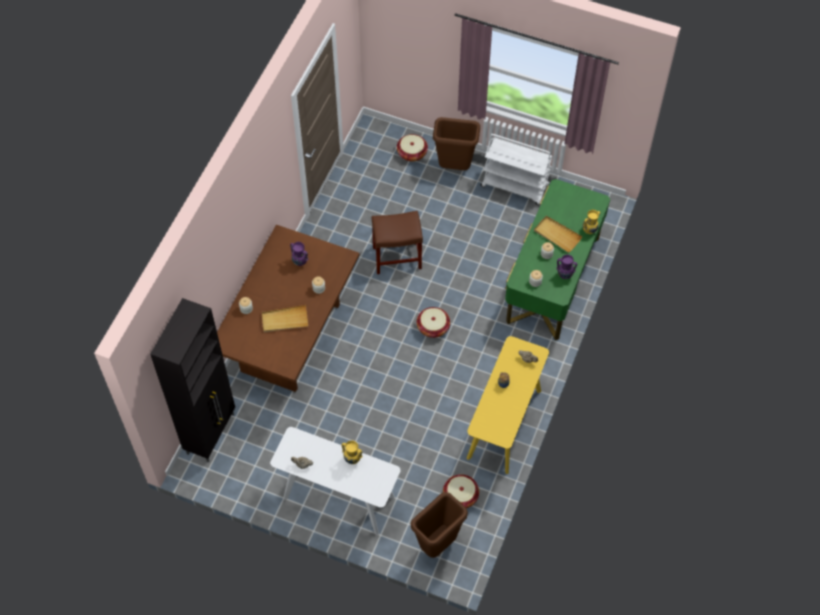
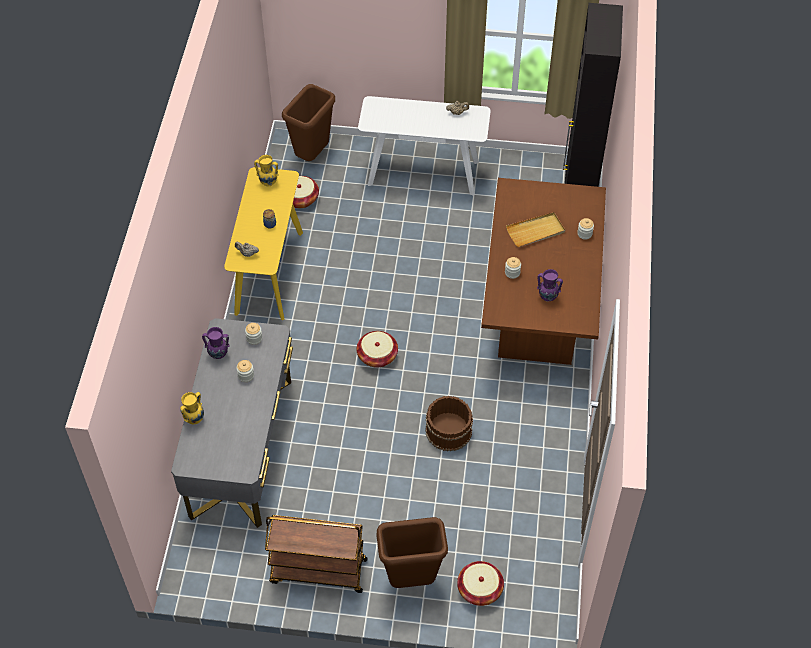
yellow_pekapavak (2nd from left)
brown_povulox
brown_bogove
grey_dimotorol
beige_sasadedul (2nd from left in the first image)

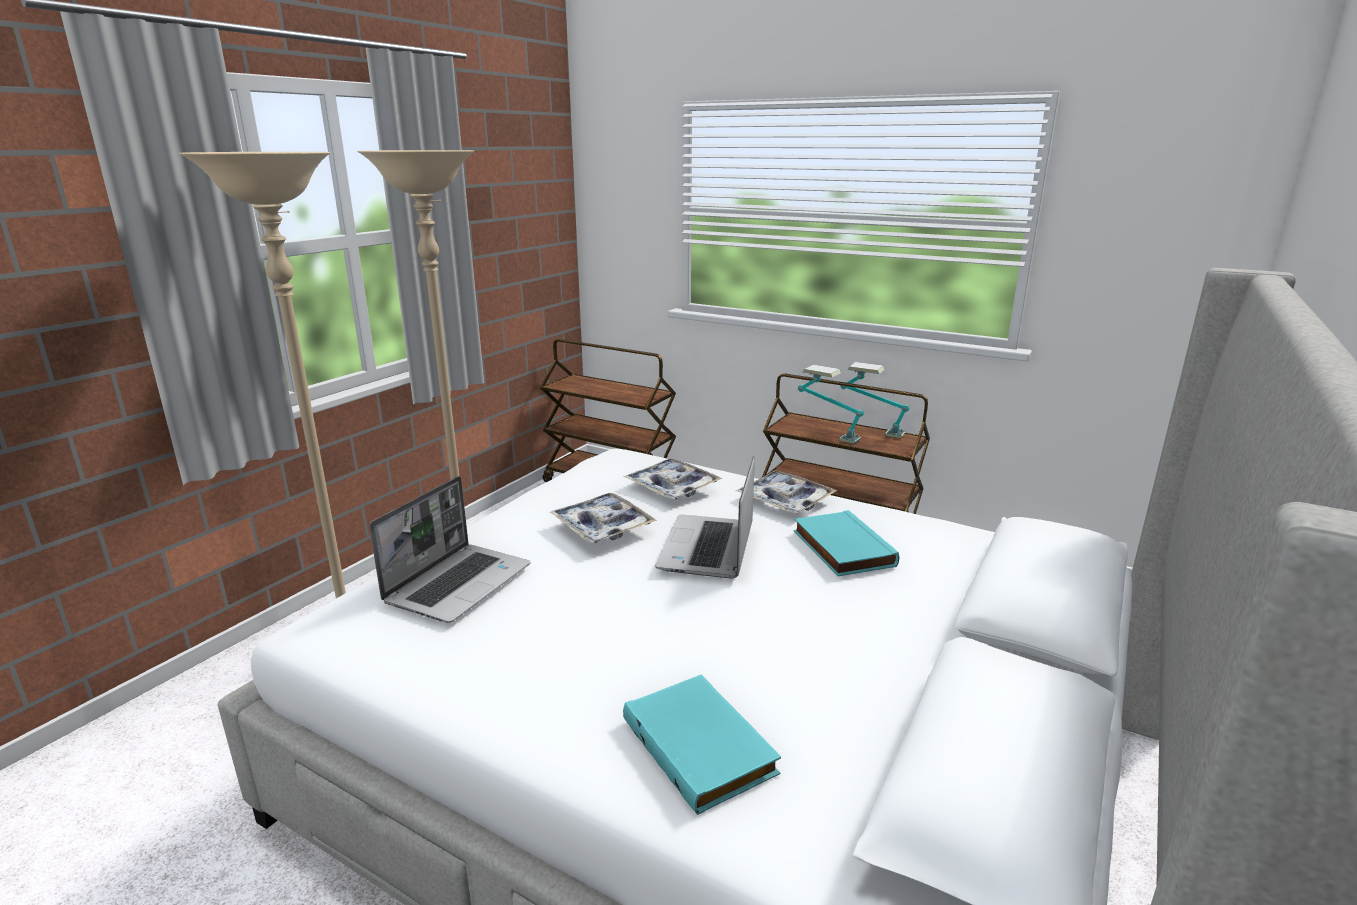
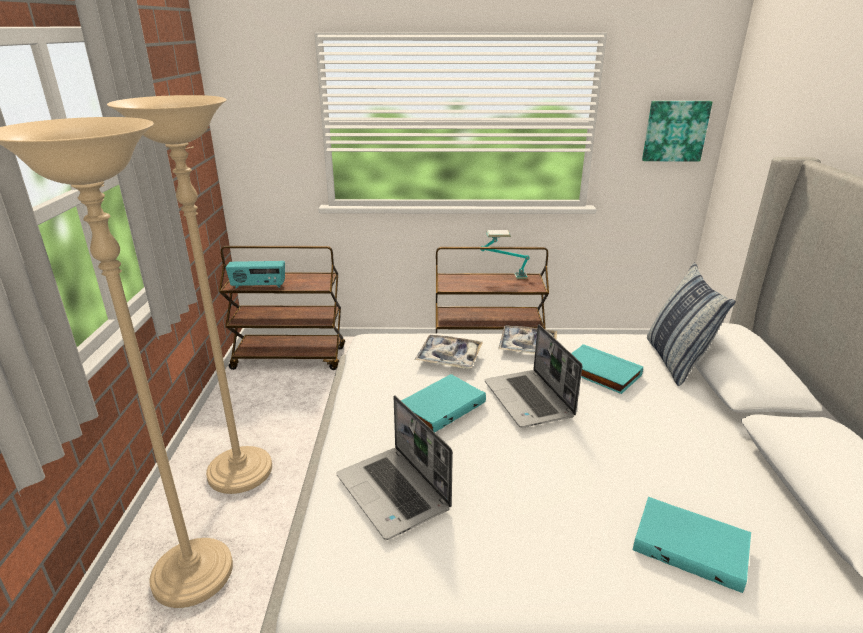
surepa (1st from left)
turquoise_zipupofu (1st from left)
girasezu (1st from left in the first image)
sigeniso
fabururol
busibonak

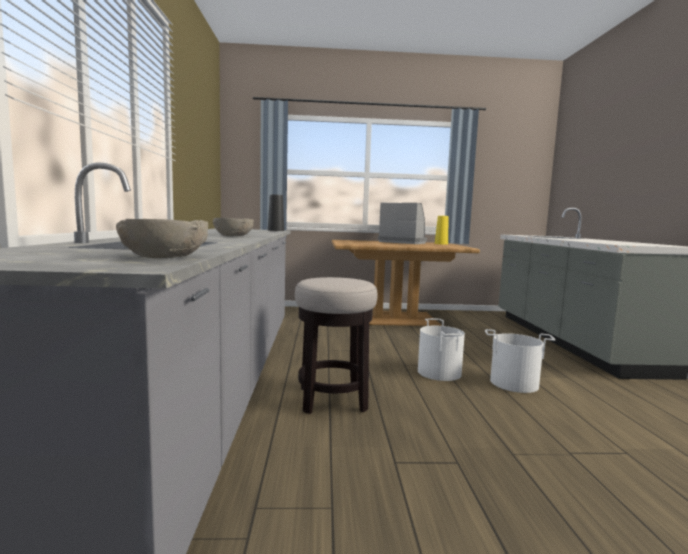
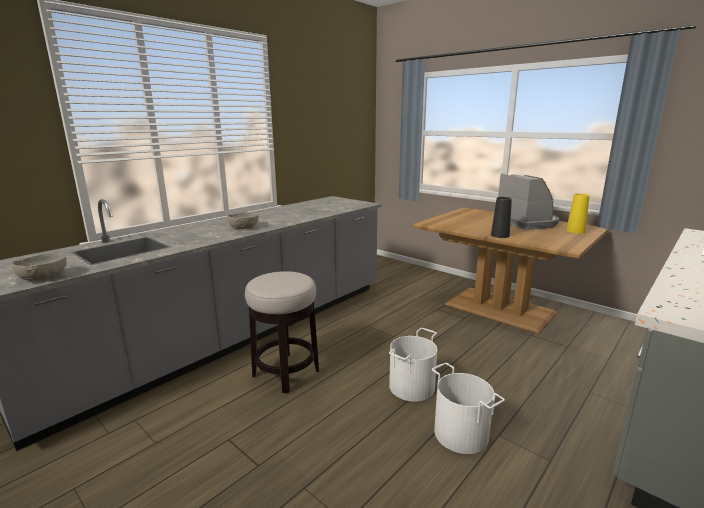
black_pekapavak

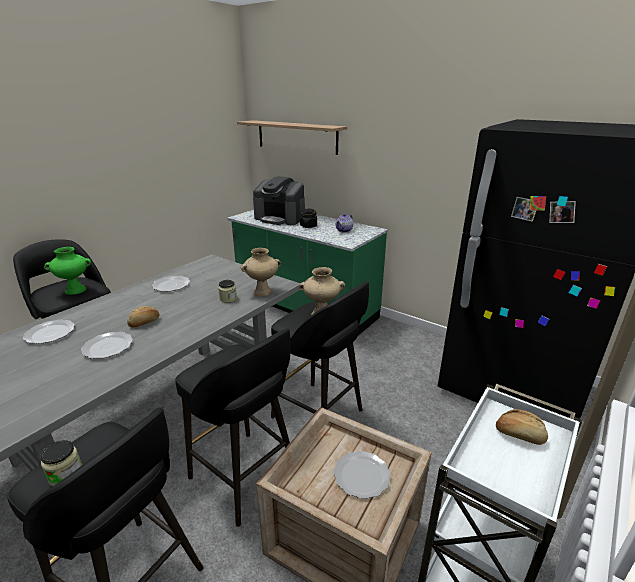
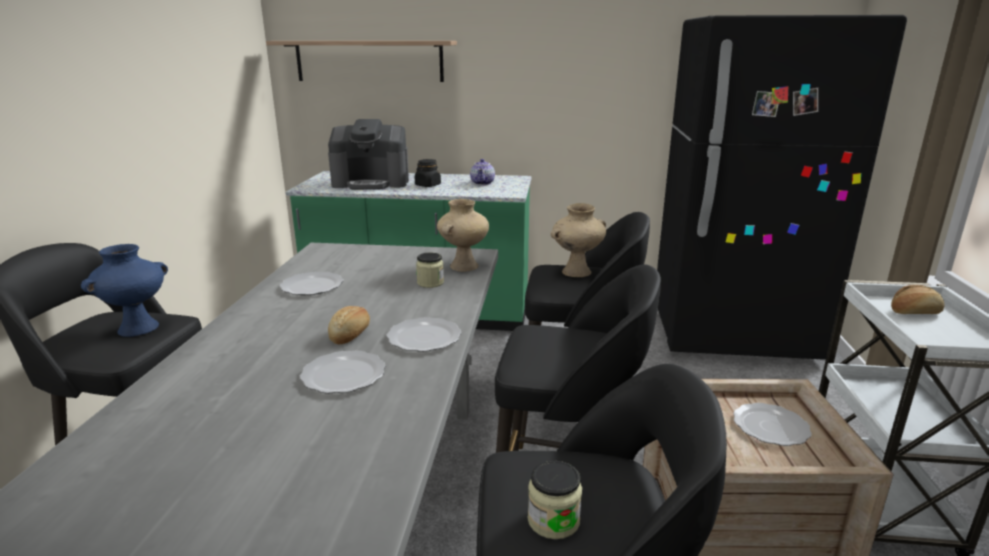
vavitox (3rd from left)
blue_pekapavak

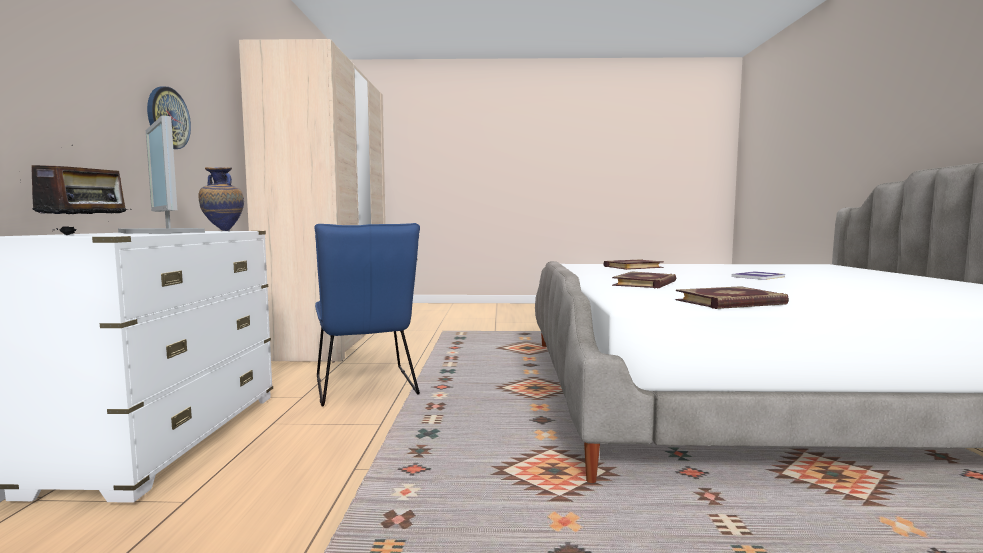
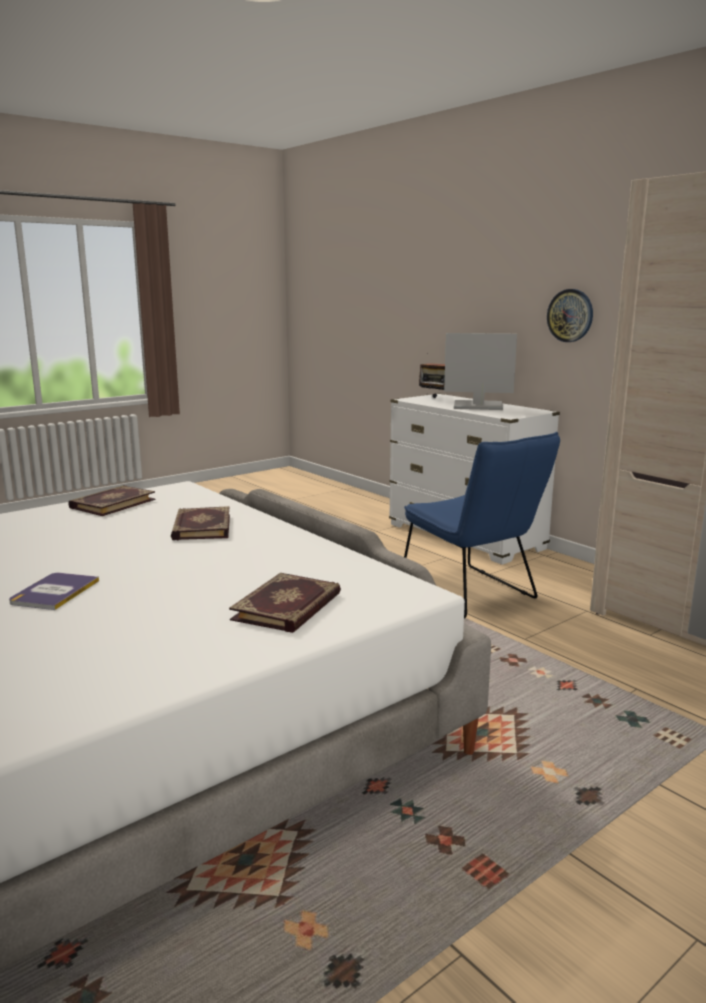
pekapavak
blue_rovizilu

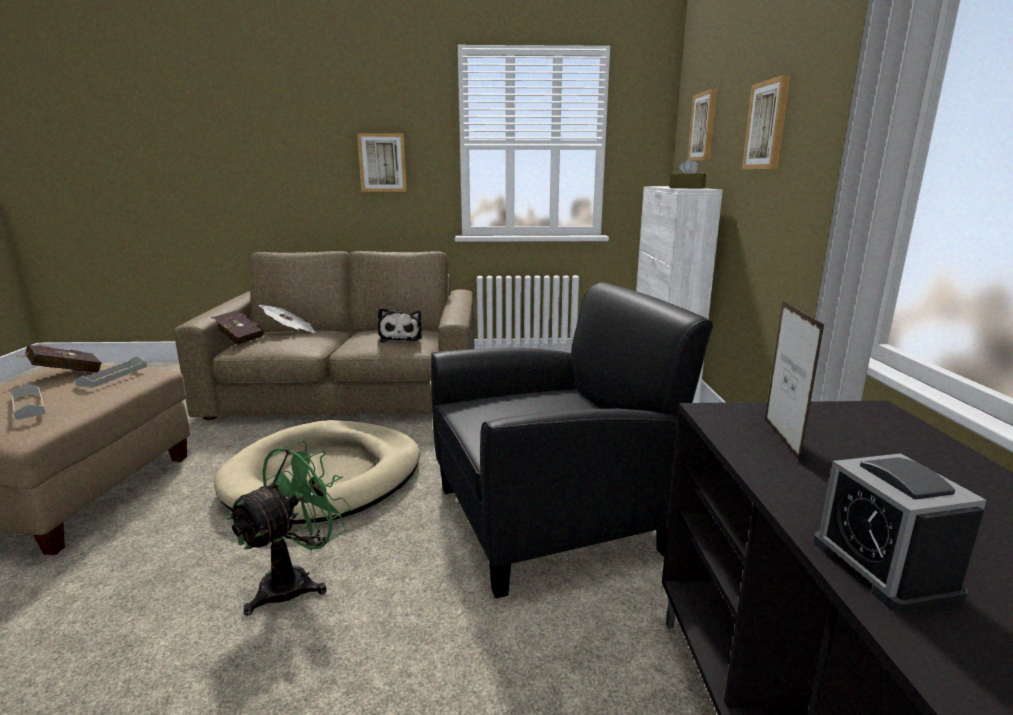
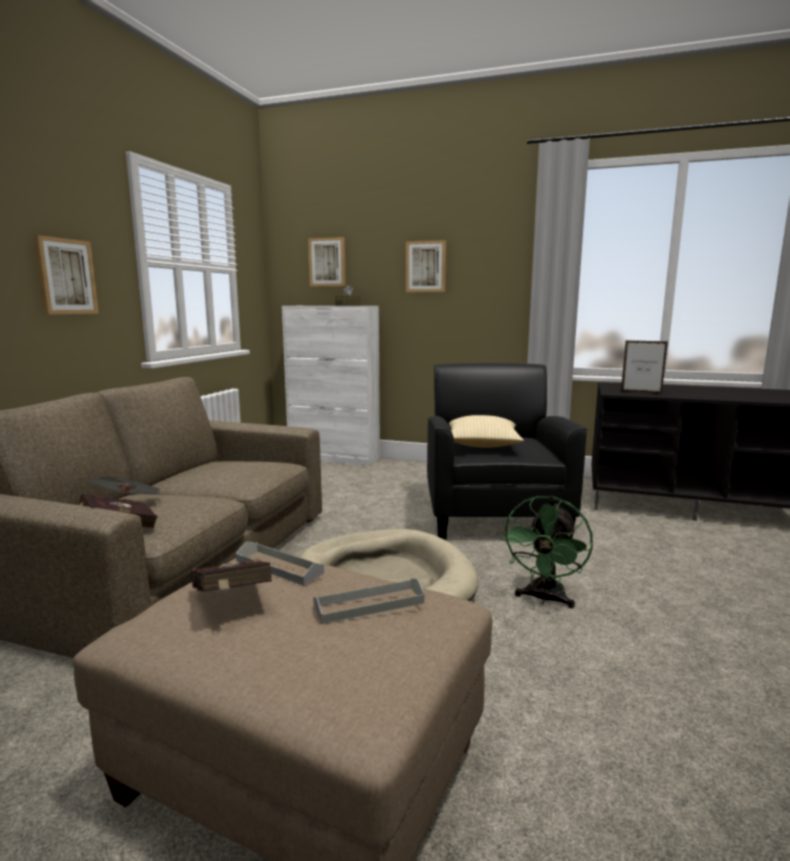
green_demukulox
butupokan
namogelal
busibonak

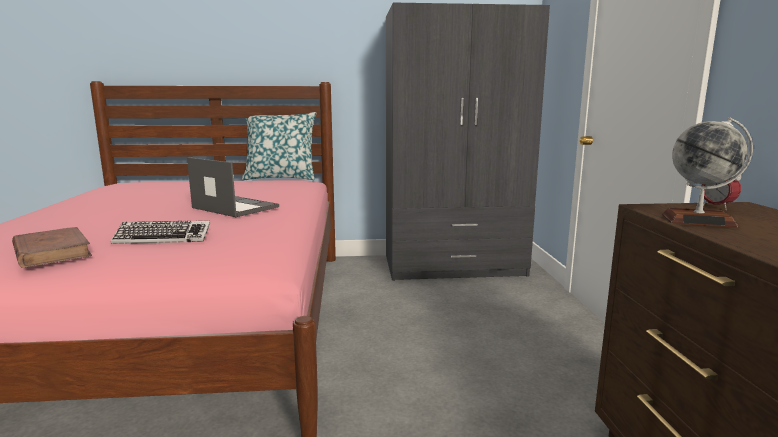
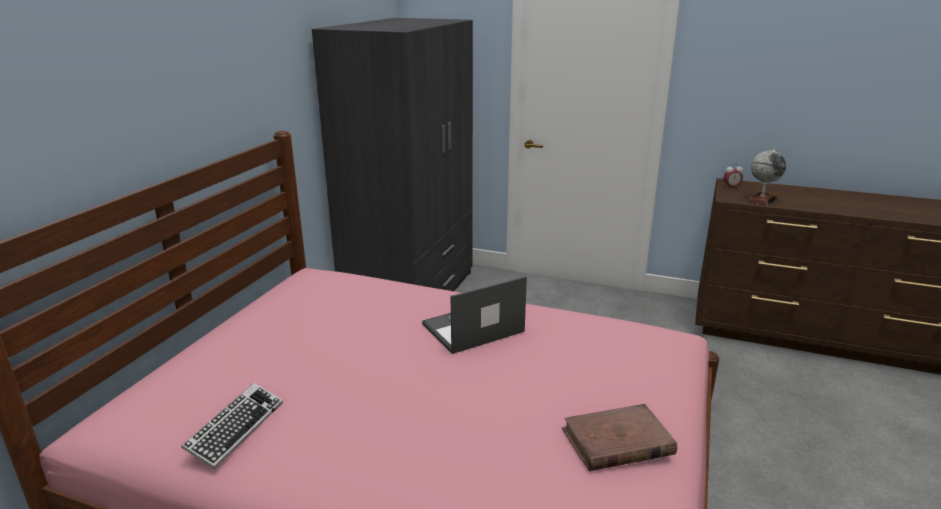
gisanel
busibonak

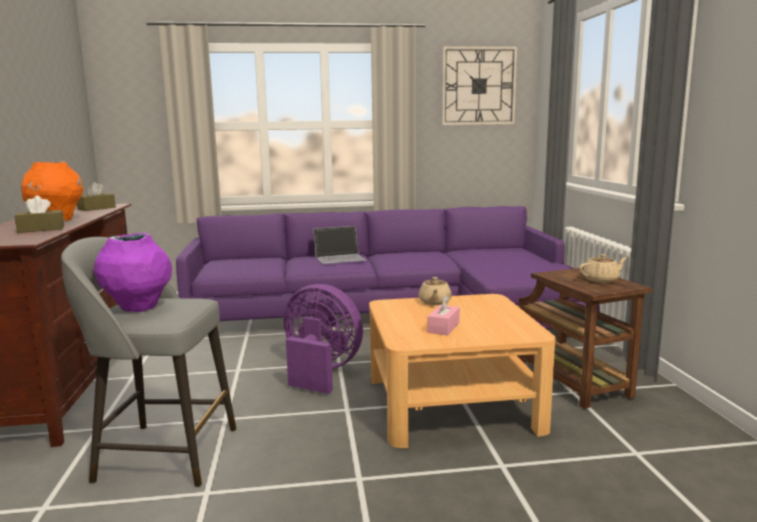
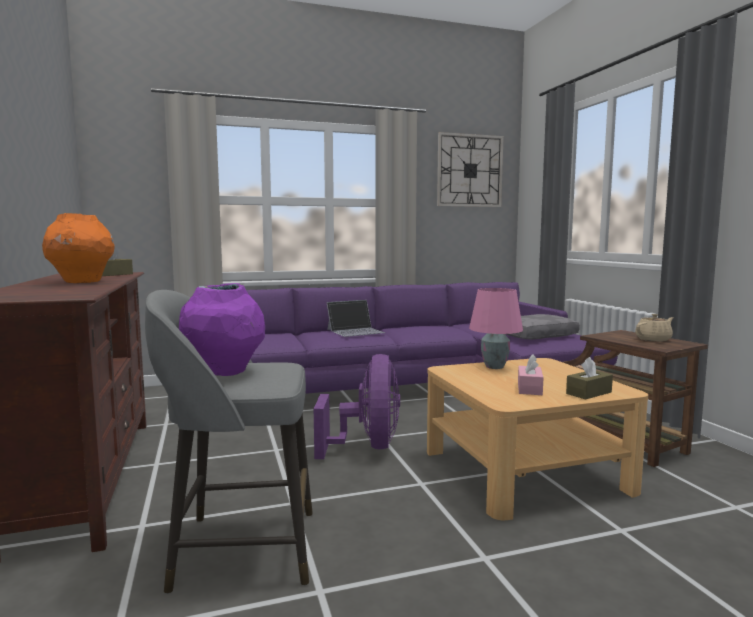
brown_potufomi (2nd from left)
purple_demukulox
pink_girasezu
grey_busibonak

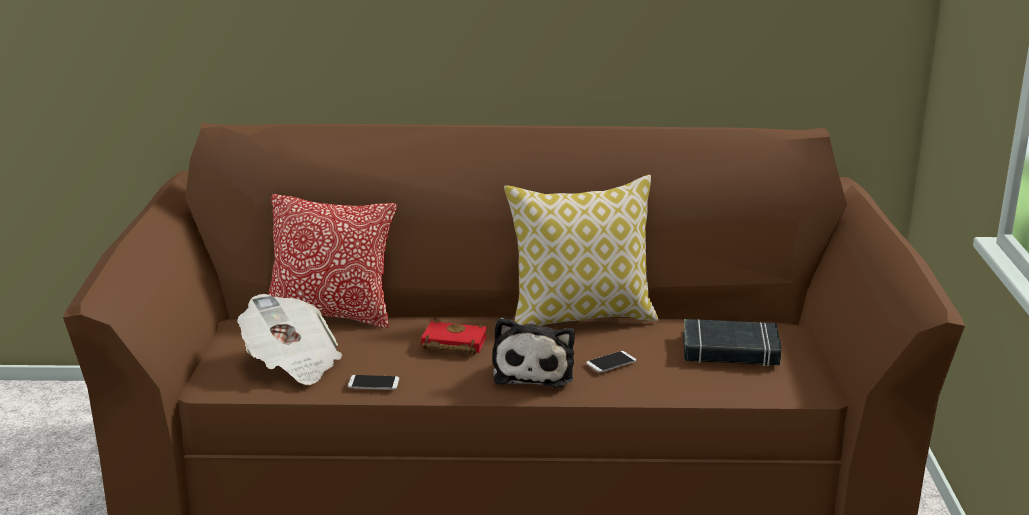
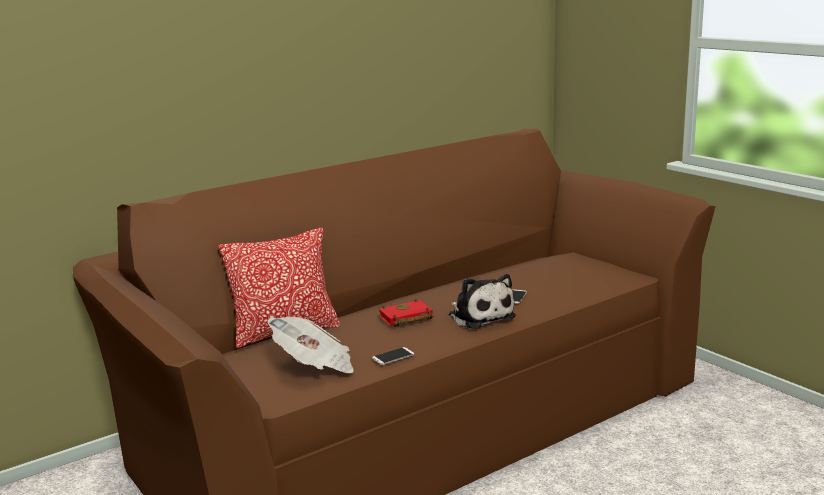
busibonak (2nd from left in the first image)
black_zipupofu

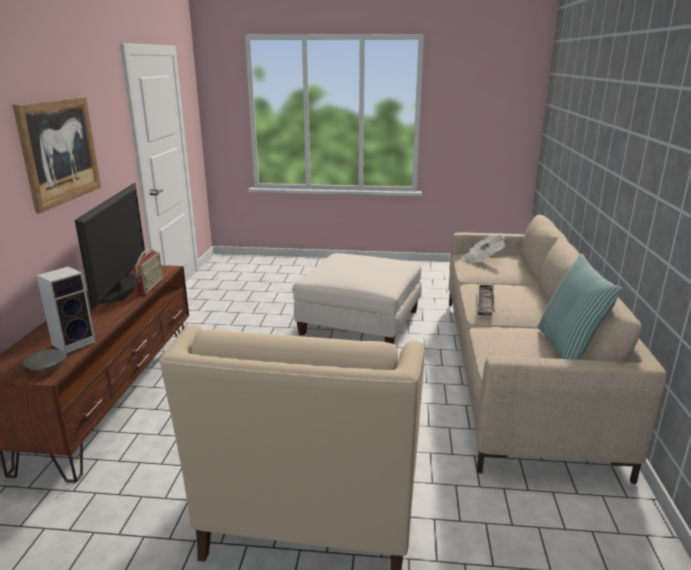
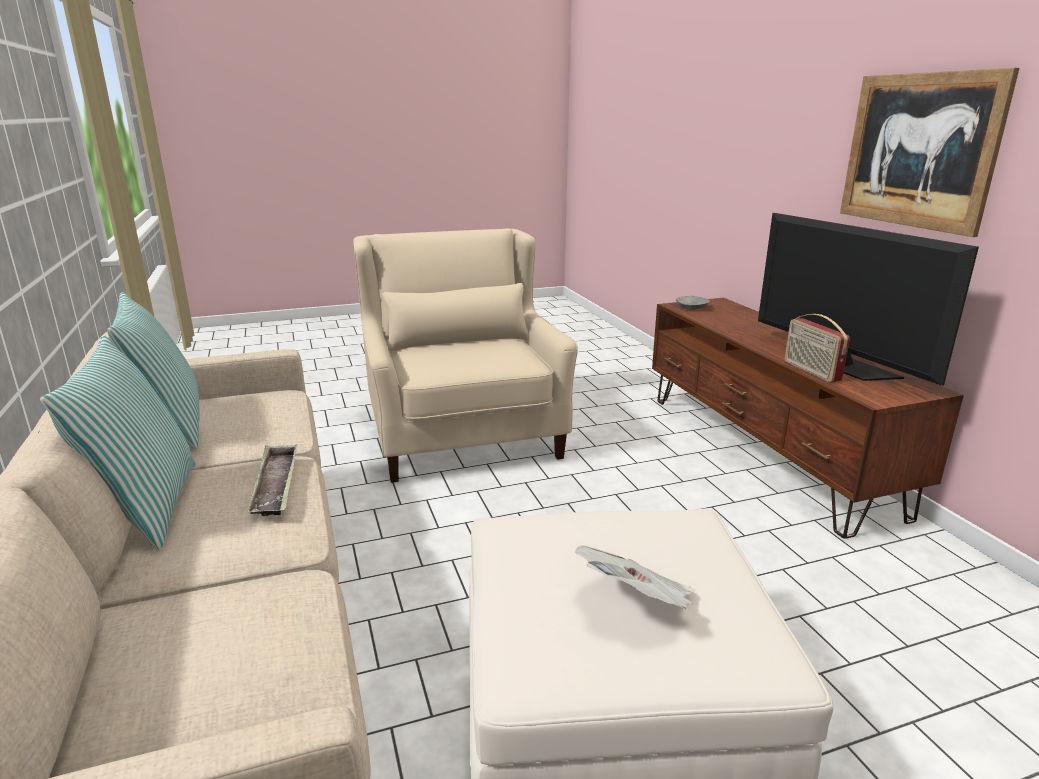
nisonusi
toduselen
busibonak (1st from left)

